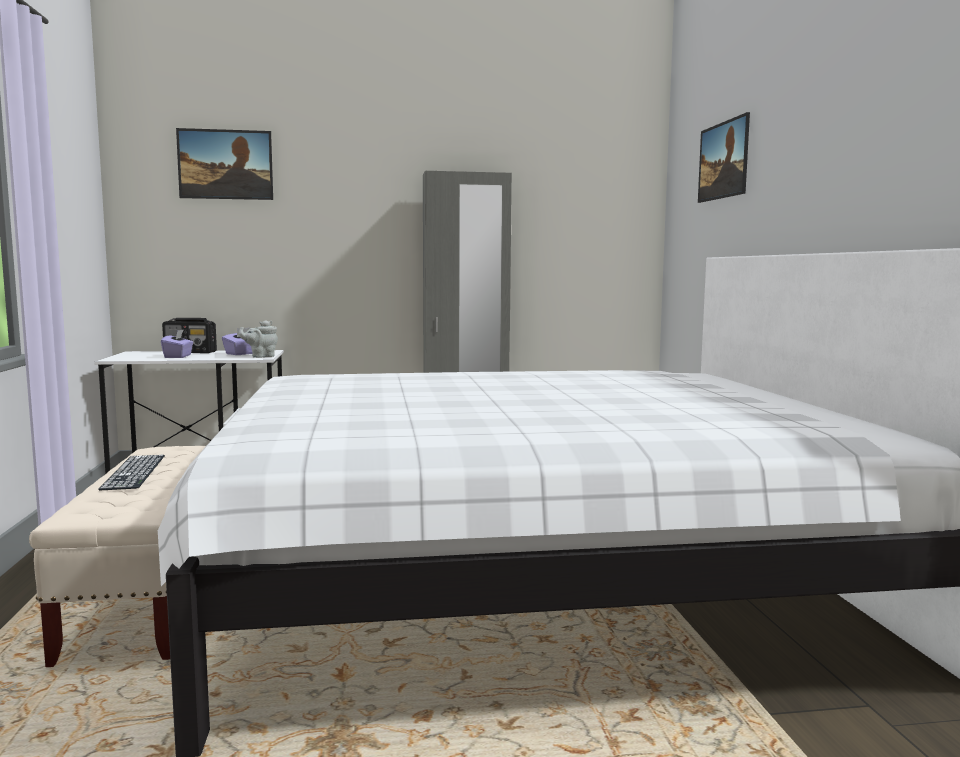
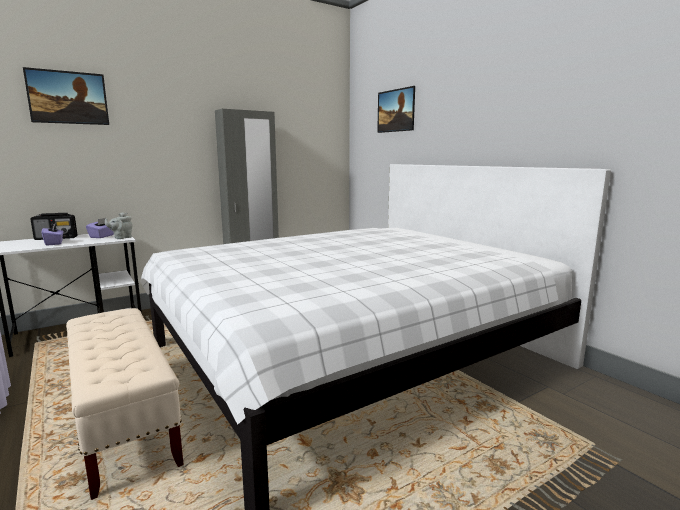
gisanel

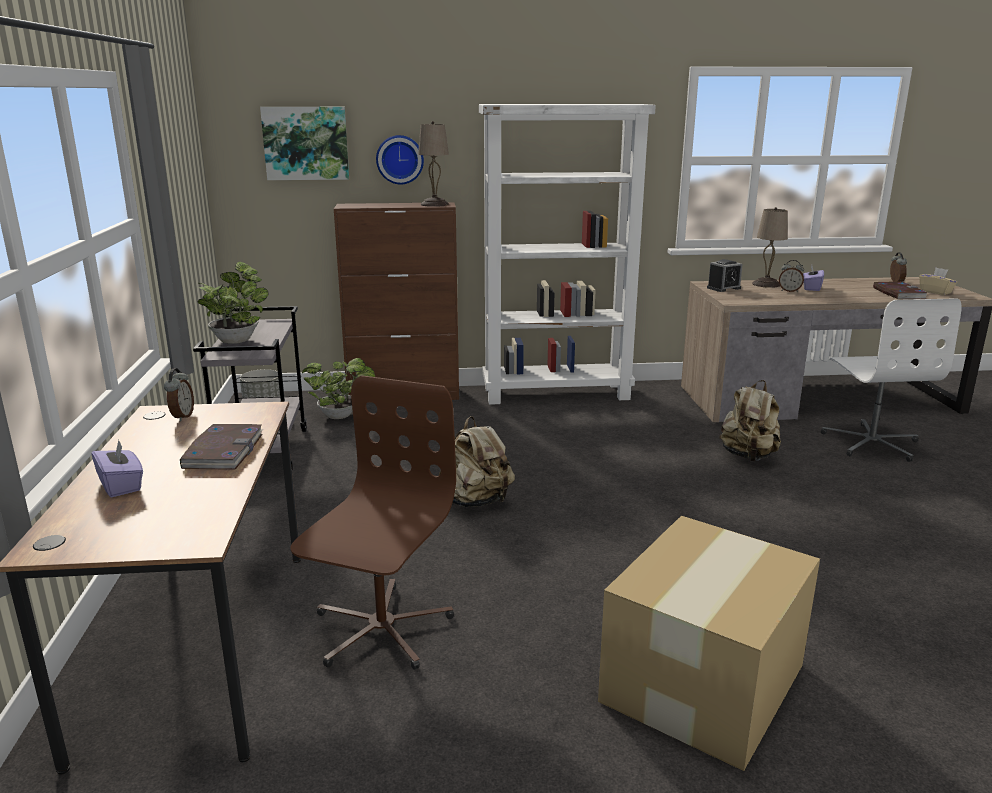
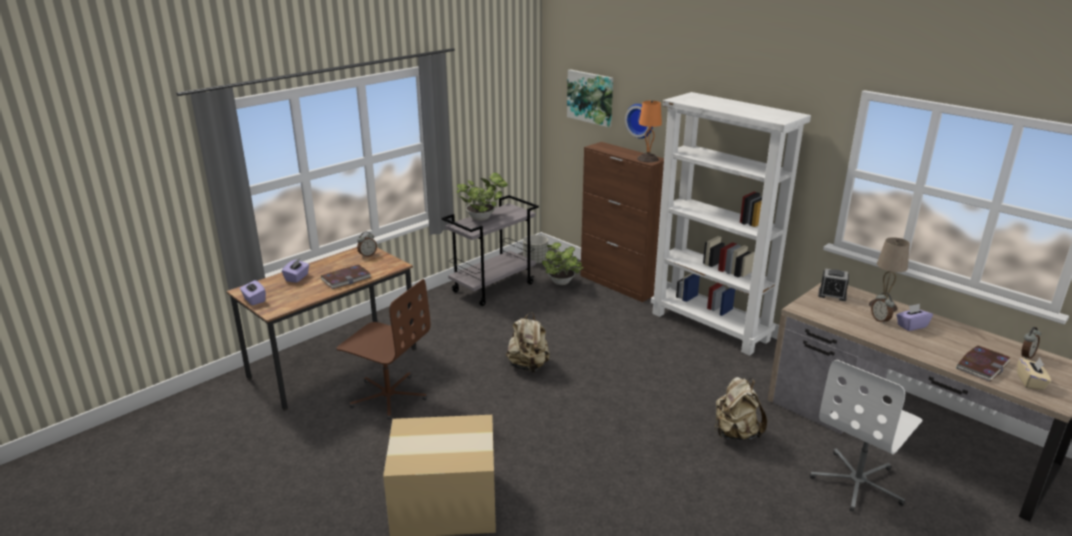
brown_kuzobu
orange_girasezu
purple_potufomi (1st from left)

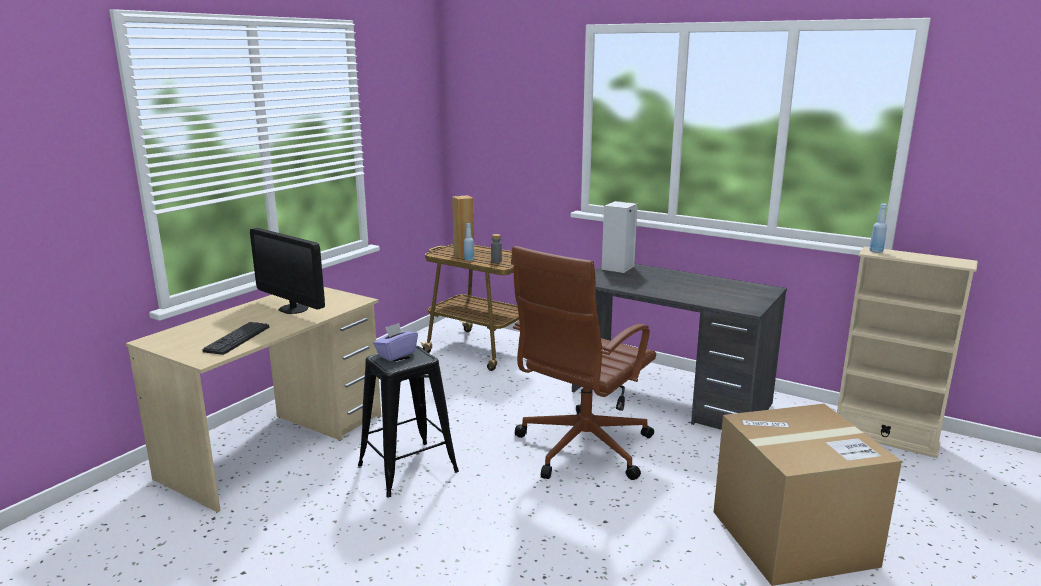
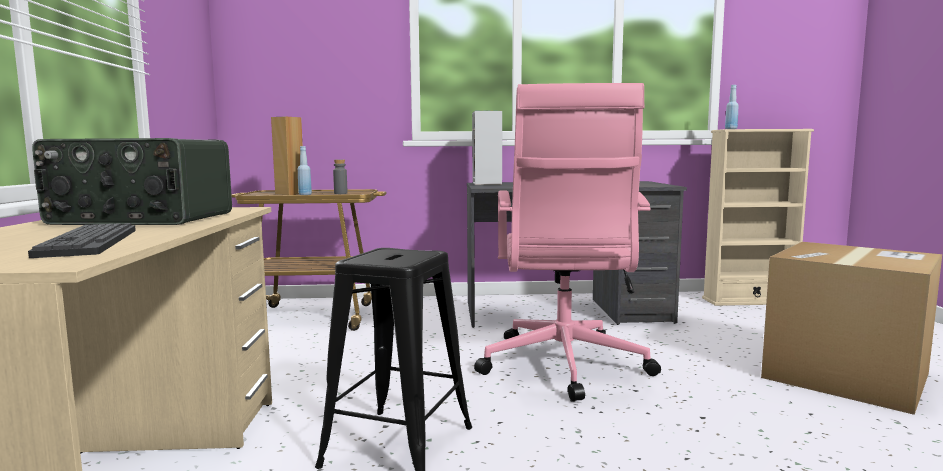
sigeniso
purple_potufomi
pink_kuzobu

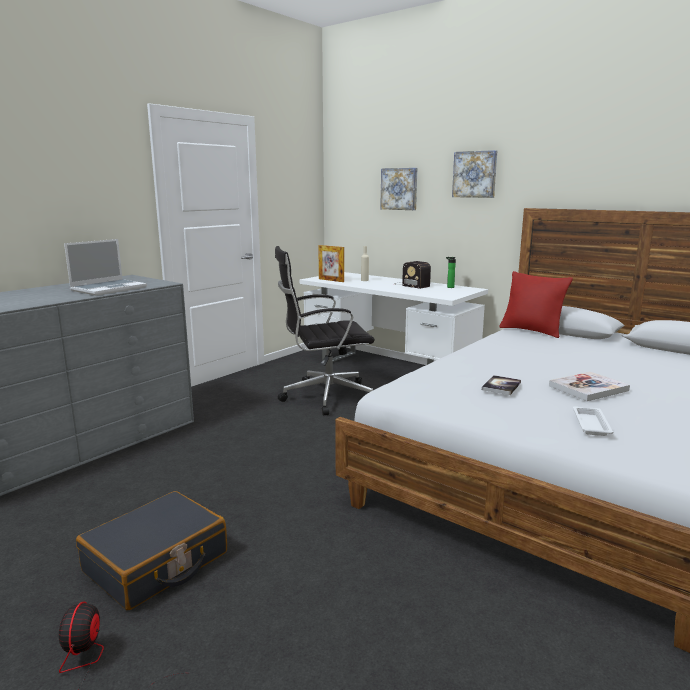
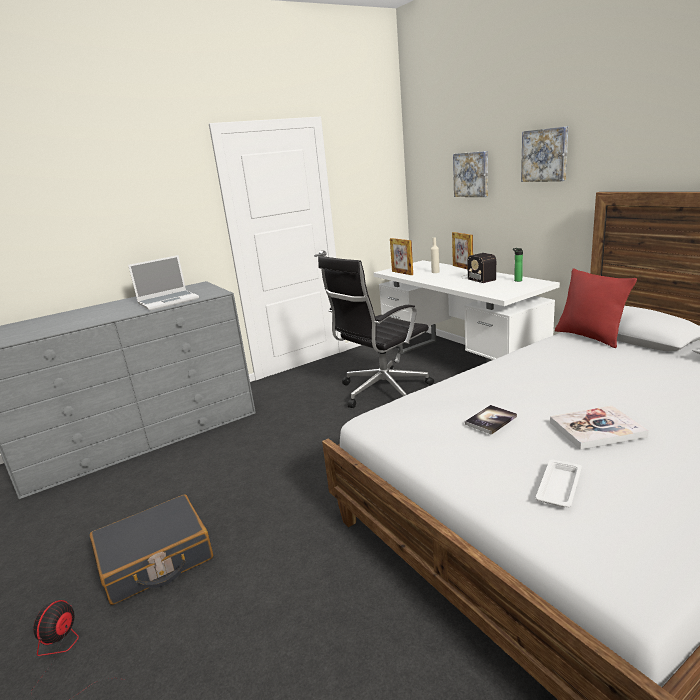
black_kuzobu
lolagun (2nd from left)

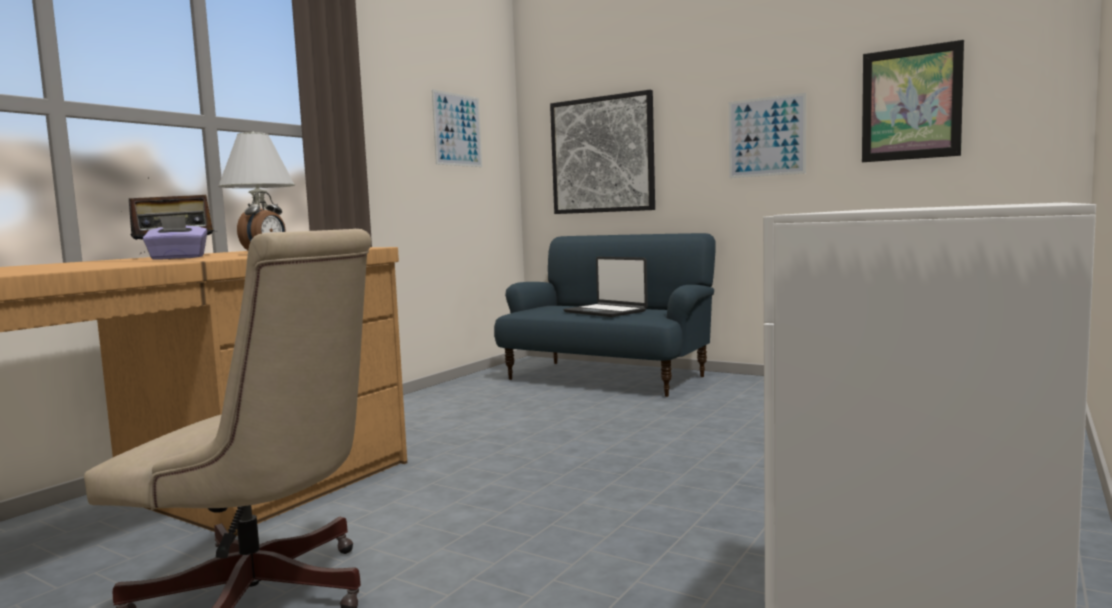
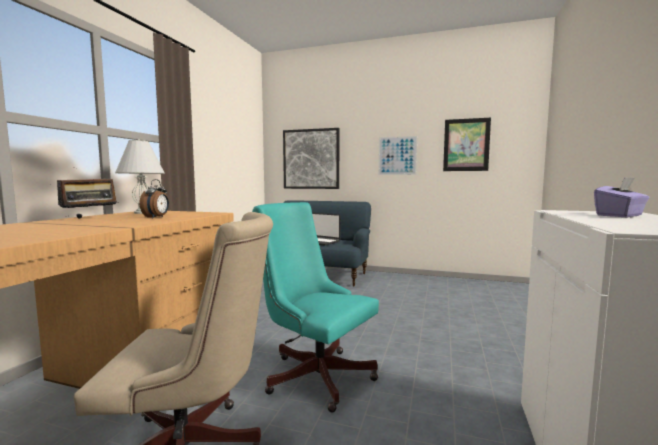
purple_potufomi
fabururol (1st from left in the first image)
turquoise_kuzobu

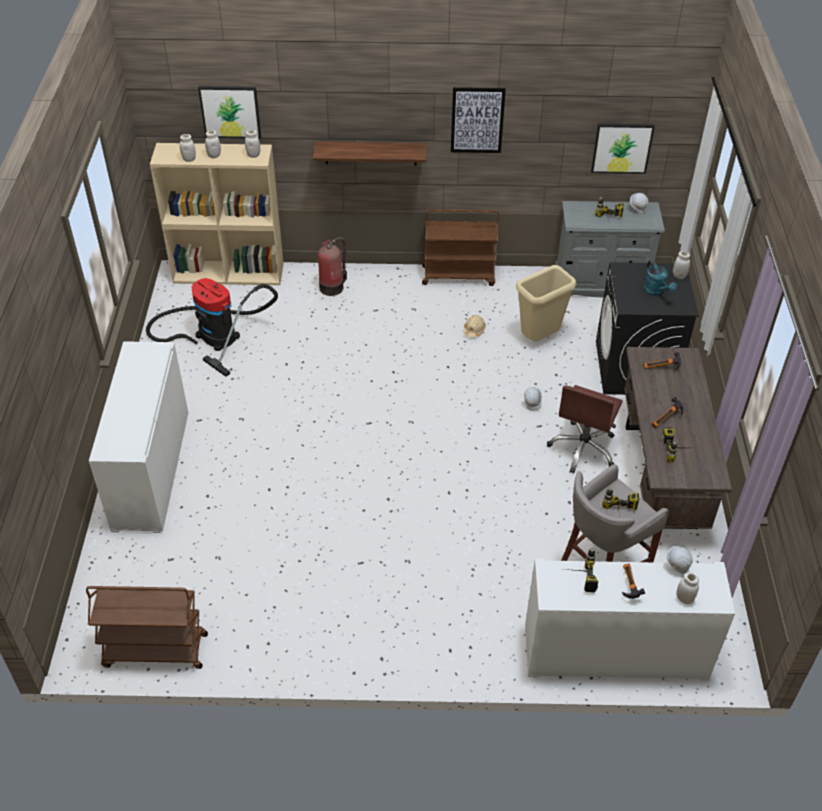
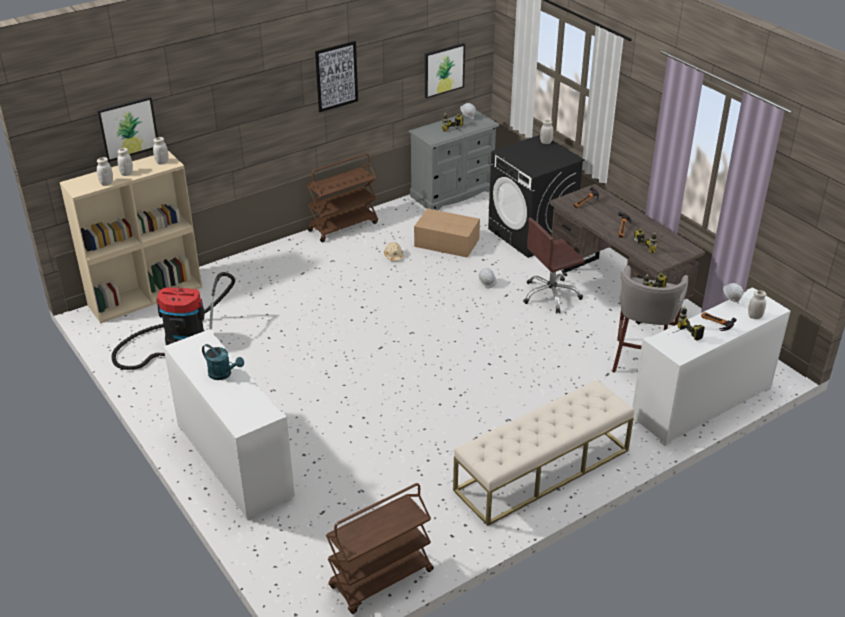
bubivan
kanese
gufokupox
brown_kuzobu
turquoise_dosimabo
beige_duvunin

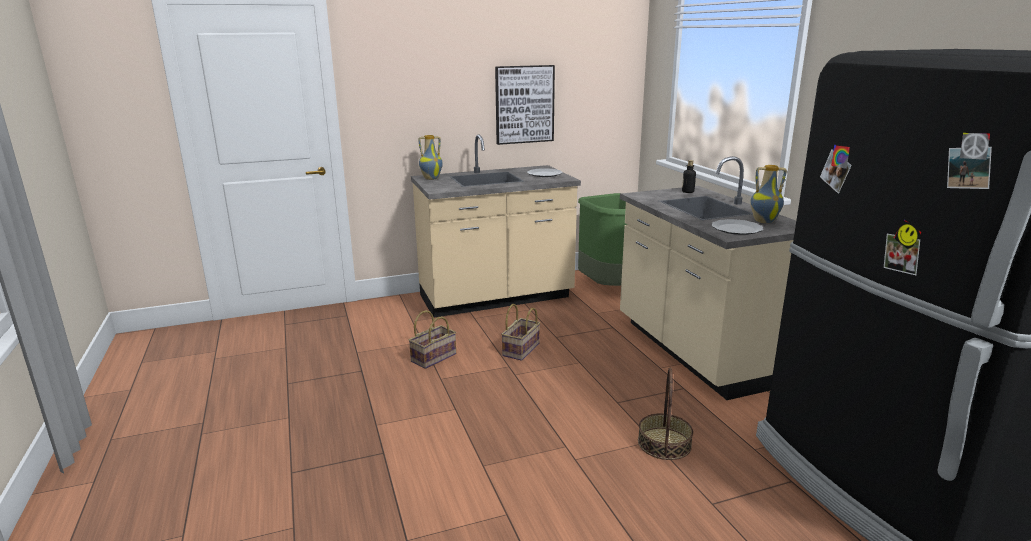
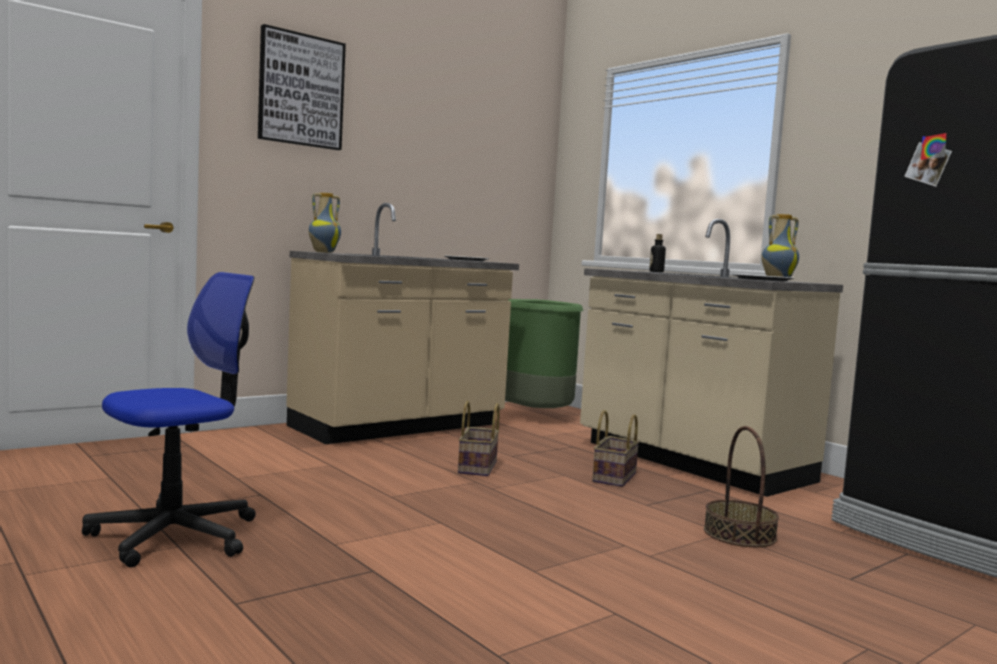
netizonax (2nd from left)
fabururol
kuzobu

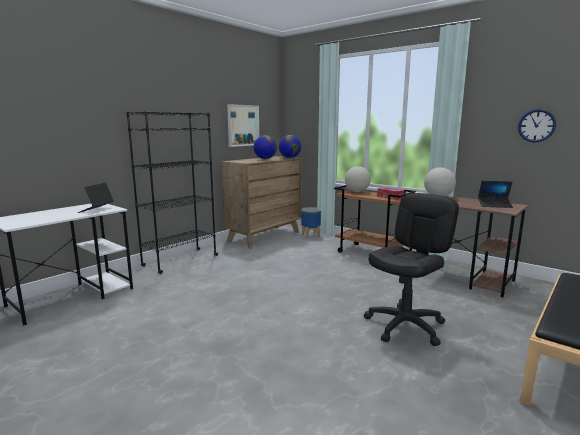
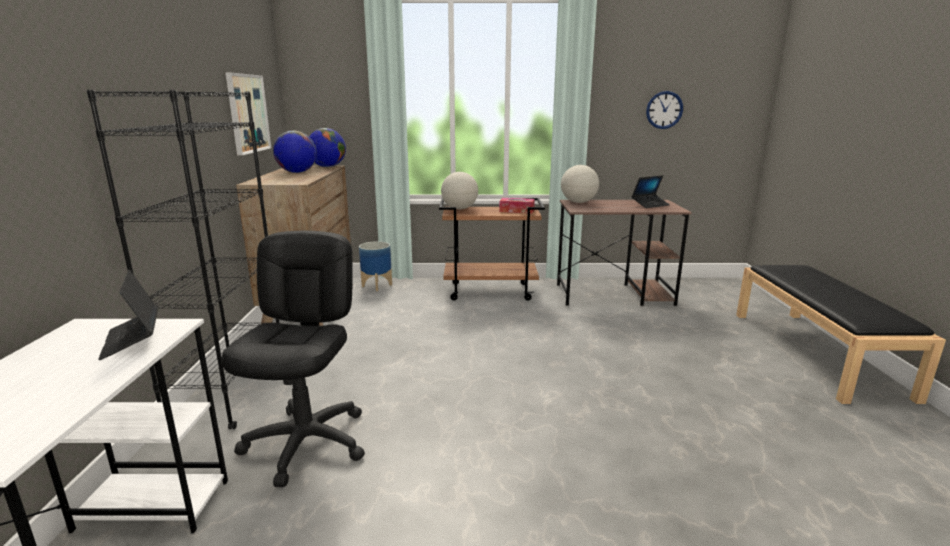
black_kuzobu

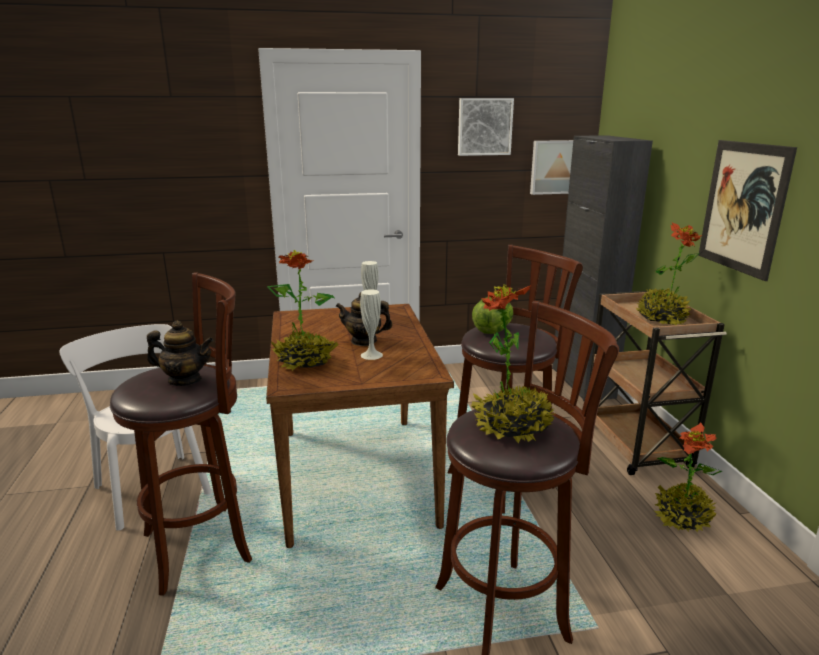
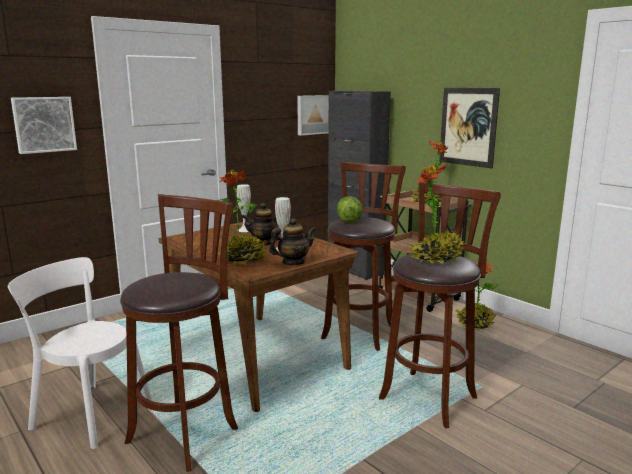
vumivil (2nd from left)
fabururol (1st from left)

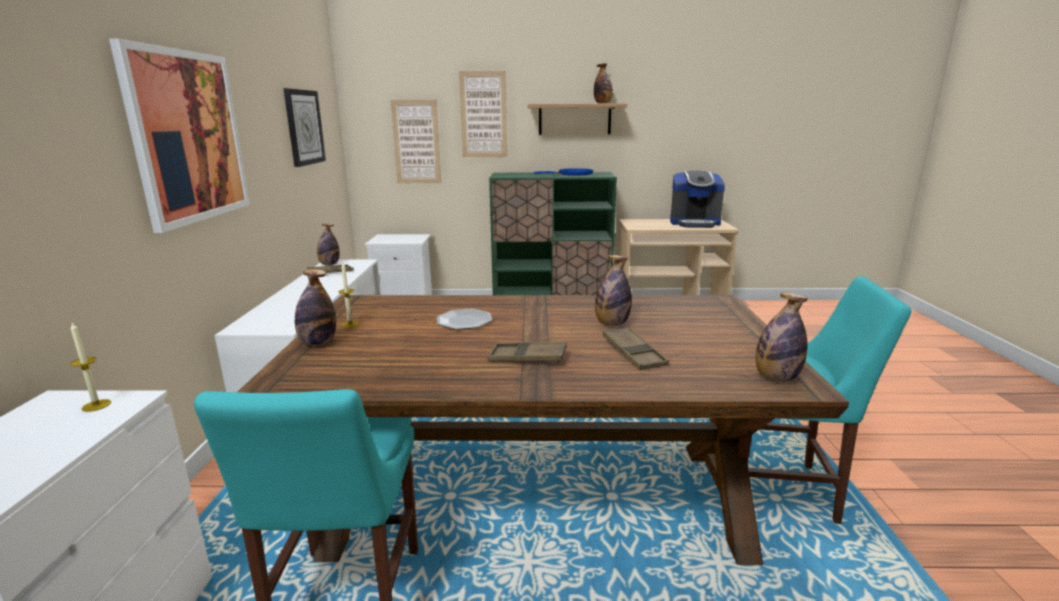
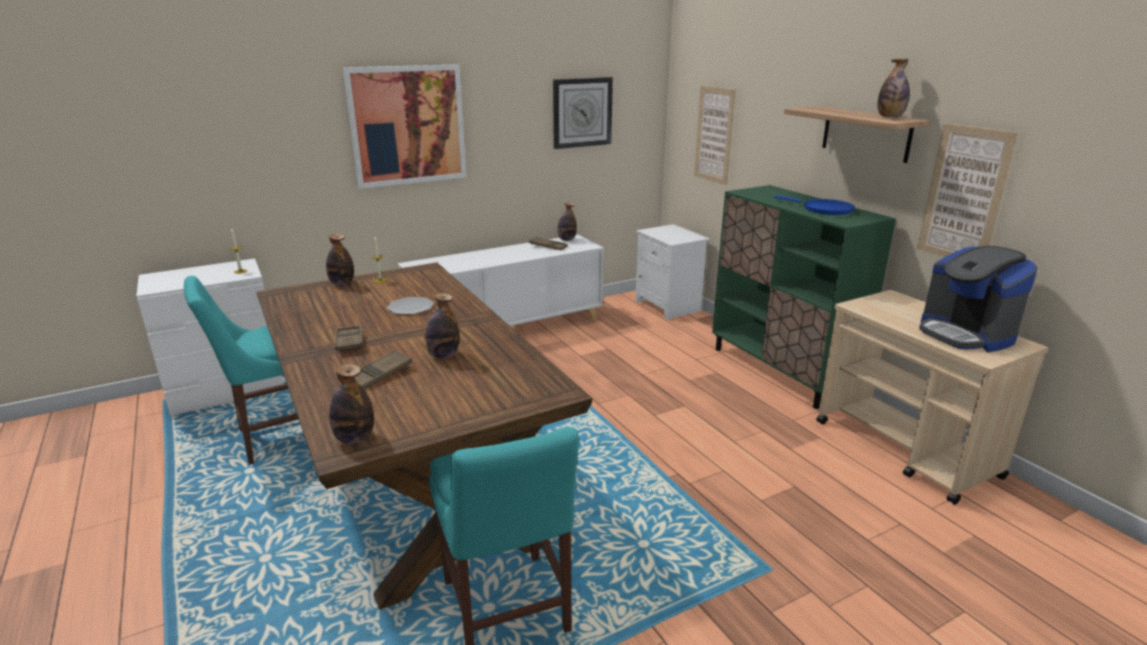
fabururol (3rd from left)

